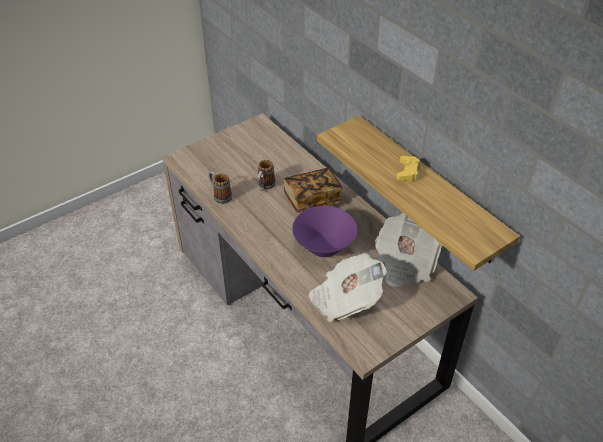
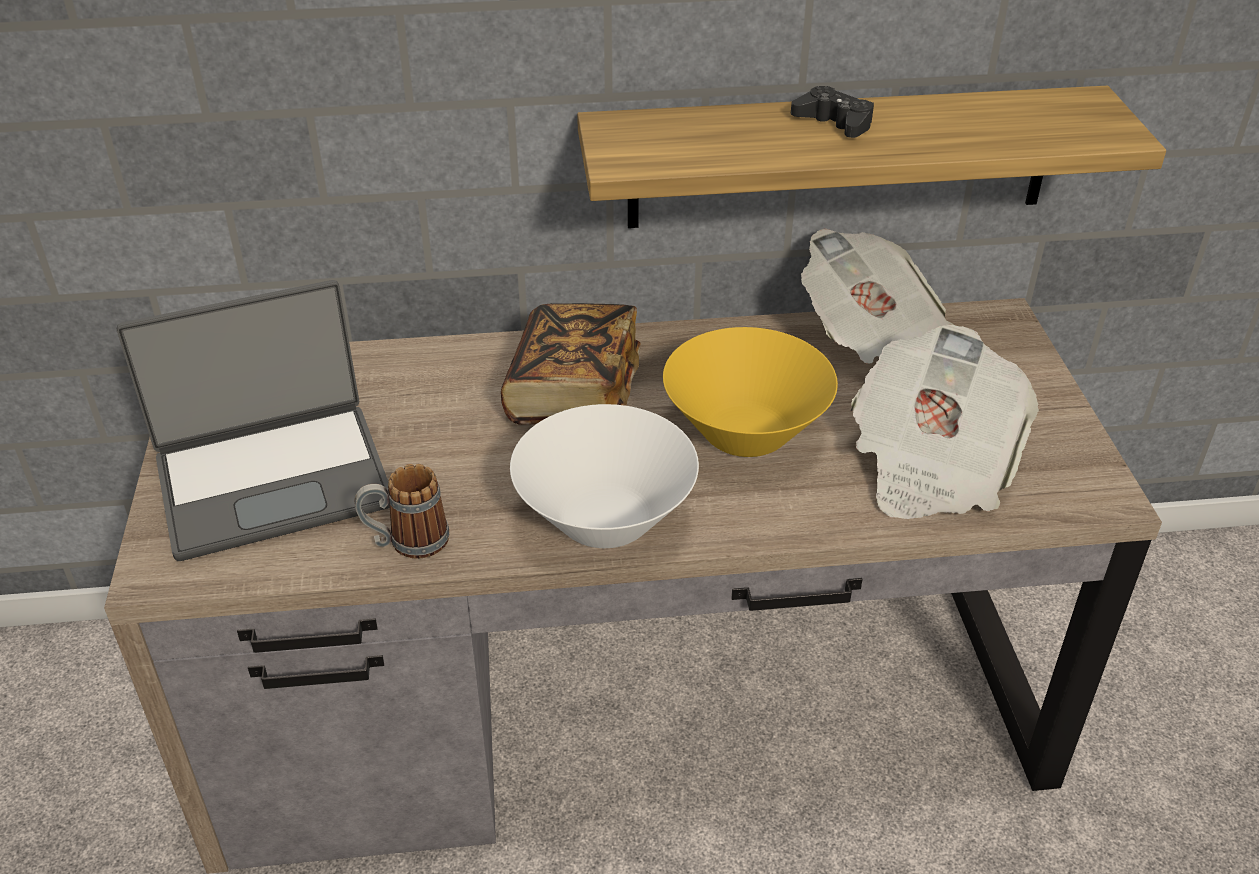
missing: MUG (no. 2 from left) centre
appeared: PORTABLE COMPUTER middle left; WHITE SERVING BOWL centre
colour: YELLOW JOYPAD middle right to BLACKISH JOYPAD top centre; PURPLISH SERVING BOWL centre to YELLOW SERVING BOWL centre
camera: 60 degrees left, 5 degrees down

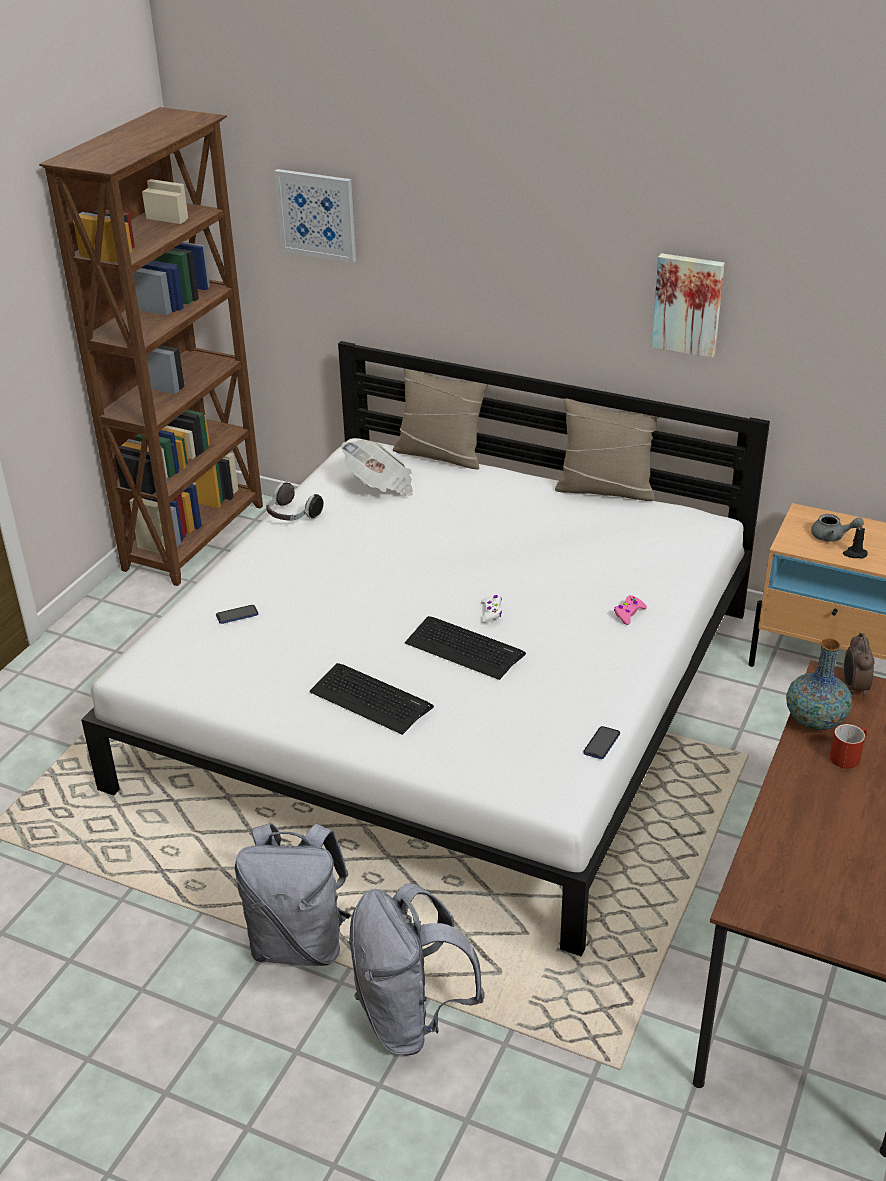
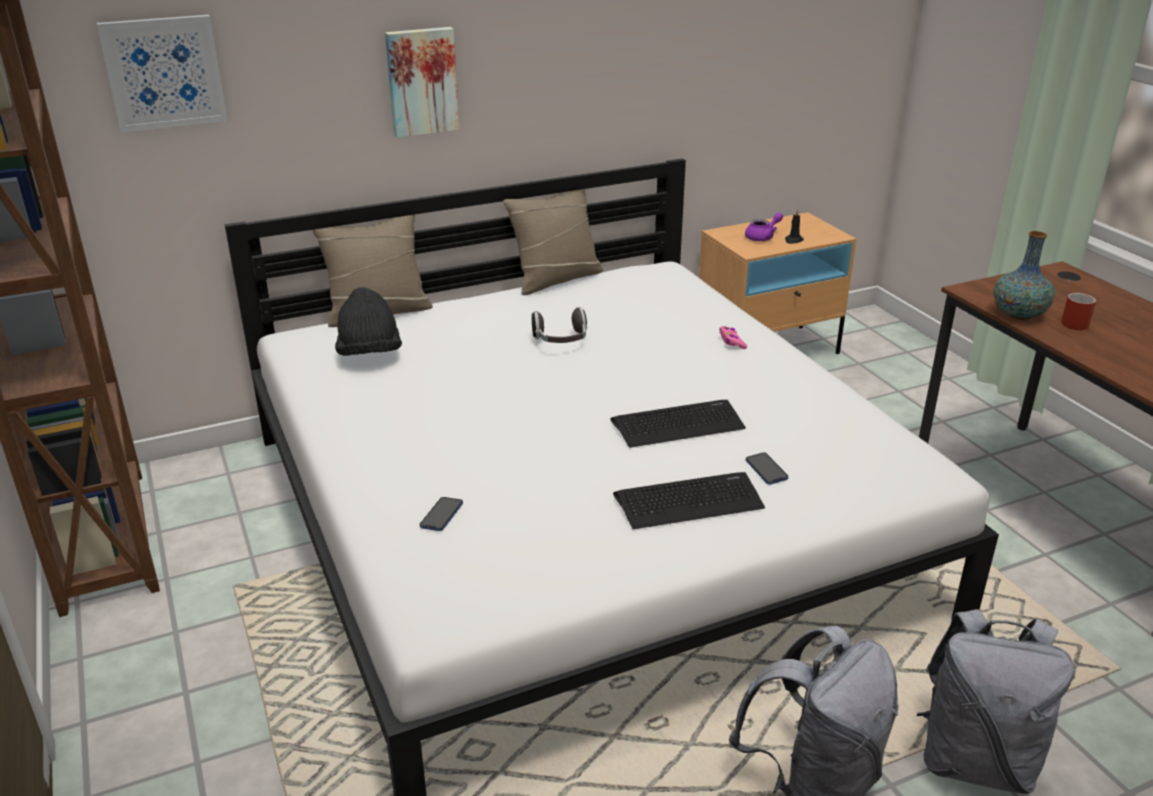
missing: WHITE JOYPAD centre; BEDSIDE CLOCK middle right
relocated: PICTURE (no. 2 from left) top right to top centre; HEADSET middle left to centre; PHONE (no. 2 from left) middle right to centre
exchanged: NEWSPAPER centre to BLACKISH WEARABLE HAT middle left
colour: GREYISH TEA POT middle right to PURPLISH TEA POT top centre
camera: 50 degrees left, 5 degrees down

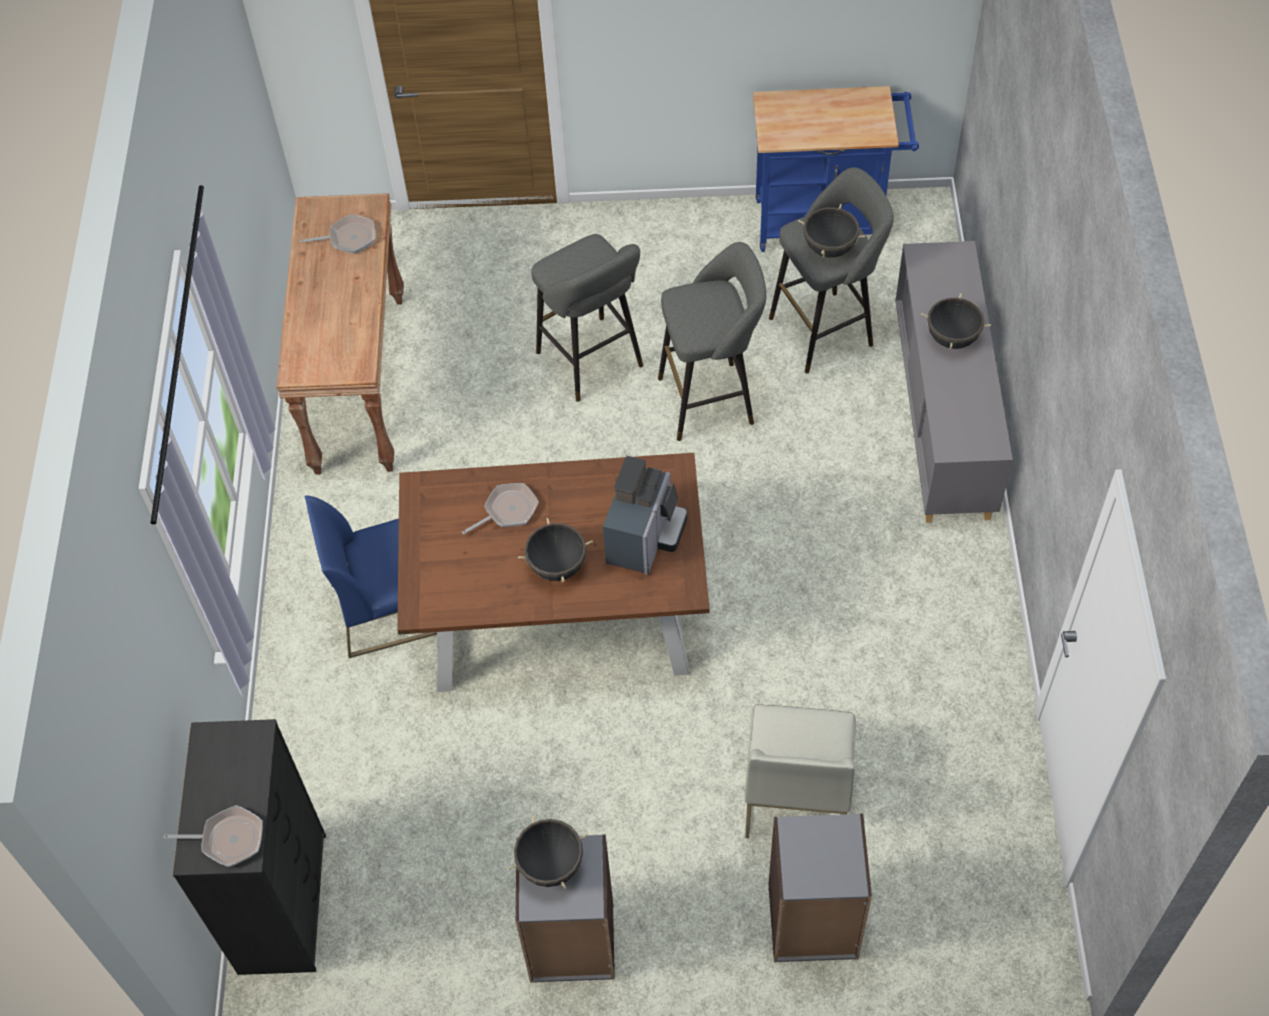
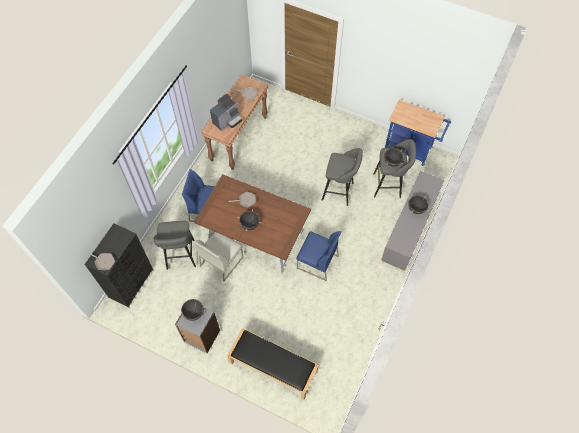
appeared: BLUE CHAIR (no. 2 from left) centre
relocated: GREYISH SITTING STOOL (no. 1 from left) top centre to middle left; COFFEE MAKER centre to top centre; WHITE CHAIR bottom centre to centre
exchanged: GREYISH SHELVING UNIT (no. 2 from left) bottom centre to BLACKISH LONG SEAT bottom centre
camera: 25 degrees right, 5 degrees up

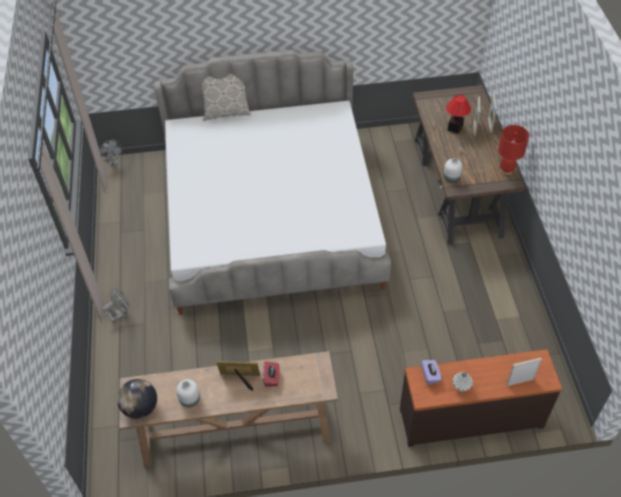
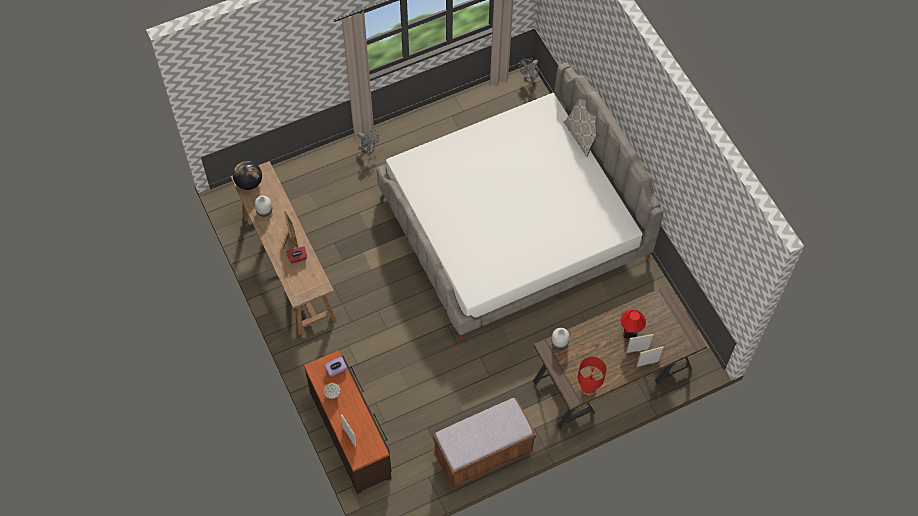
appeared: BROWN LONG SEAT bottom centre
camera: 70 degrees right, 10 degrees up

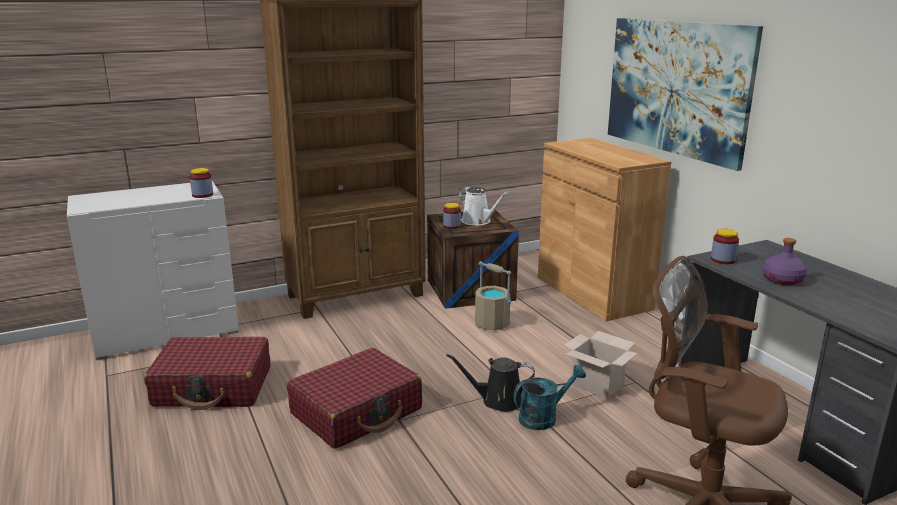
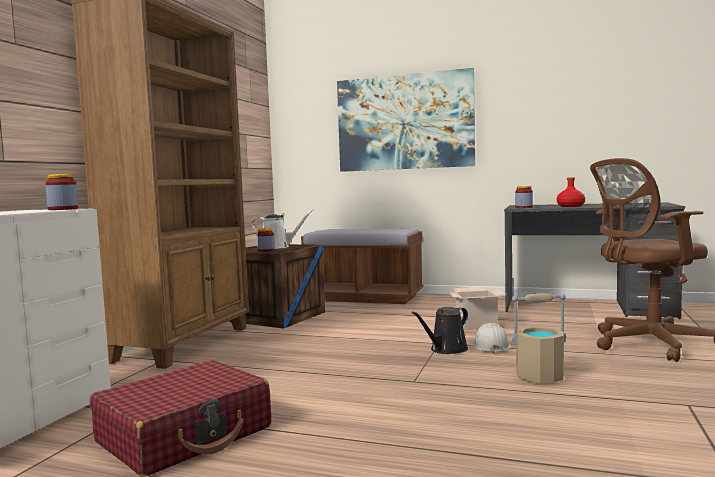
missing: RED-COLOURED PIECE OF LUGGAGE (no. 2 from left) bottom centre
relocated: SAND-COLOURED BUCKET centre to bottom right
exchanged: BROWN CUPBOARD middle right to BROWN LONG SEAT centre; TURQUOISE SPRINKLING CAN bottom centre to WHITE WORK HELMET bottom right
colour: PURPLISH BOTTLE middle right to RED-COLOURED BOTTLE middle right
camera: 45 degrees left, 15 degrees down

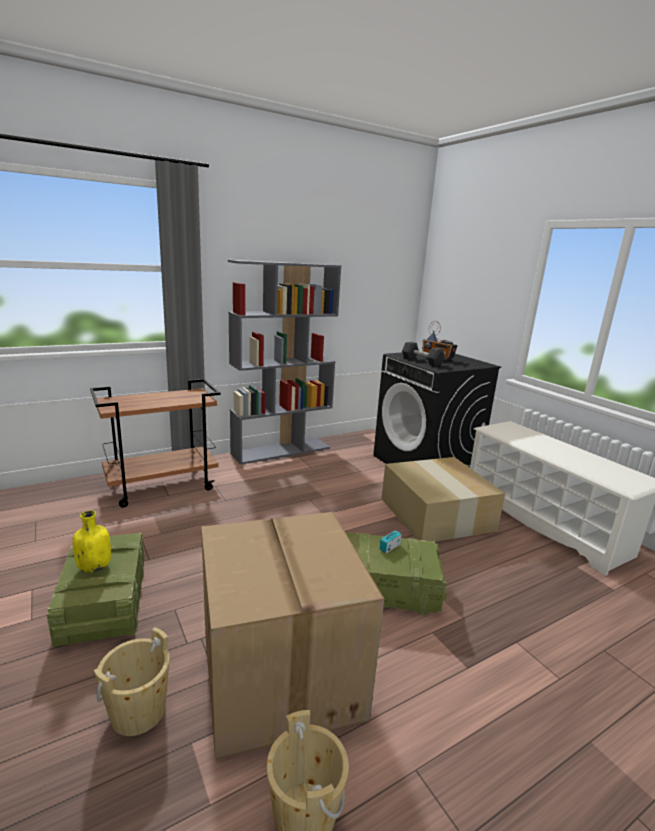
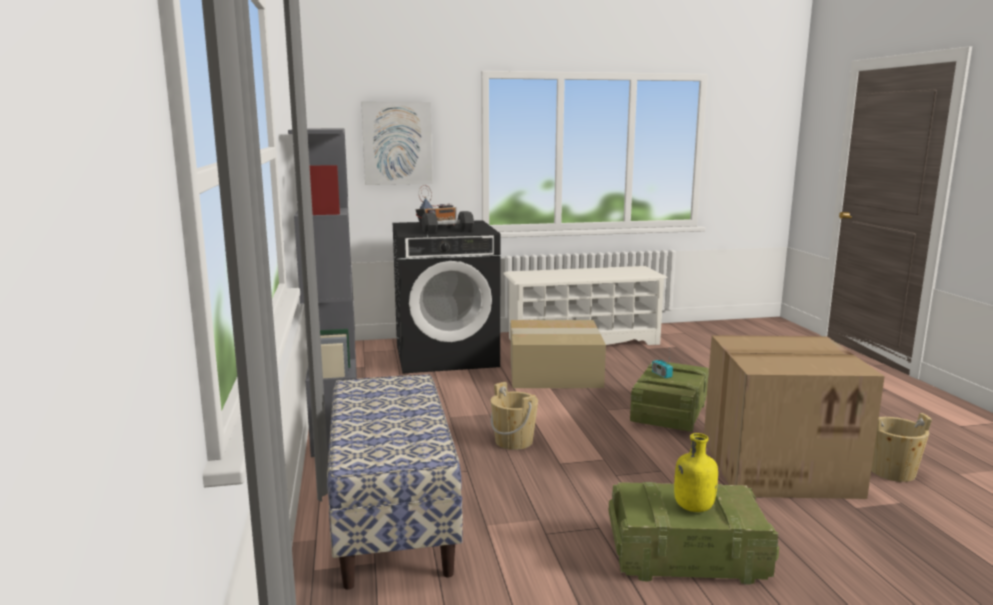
appeared: PICTURE top centre
relocated: SAND-COLOURED BUCKET (no. 1 from left) bottom left to bottom centre
exchanged: BROWN TROLLEY middle left to LONG SEAT bottom centre
camera: 70 degrees left, 5 degrees down

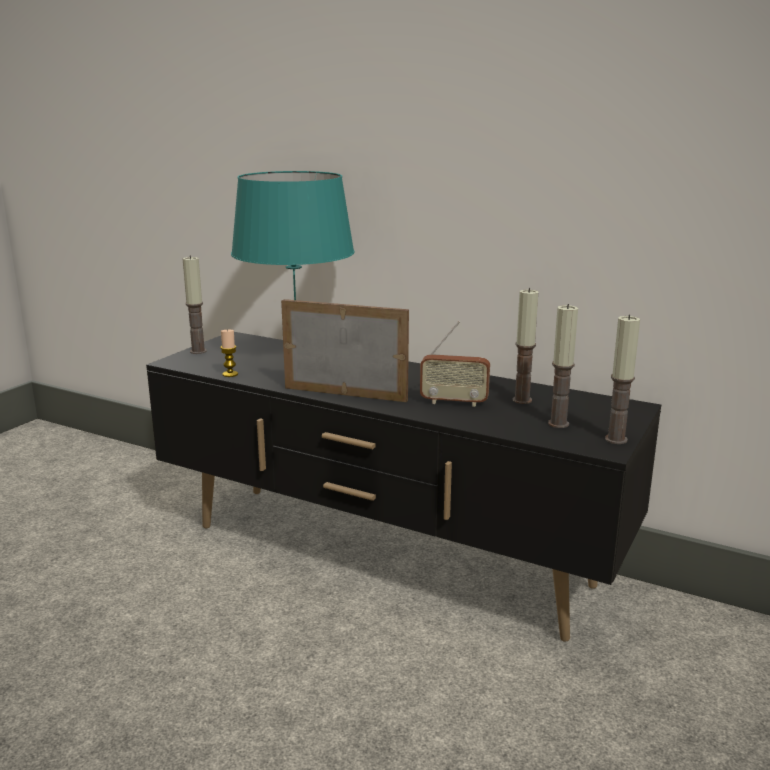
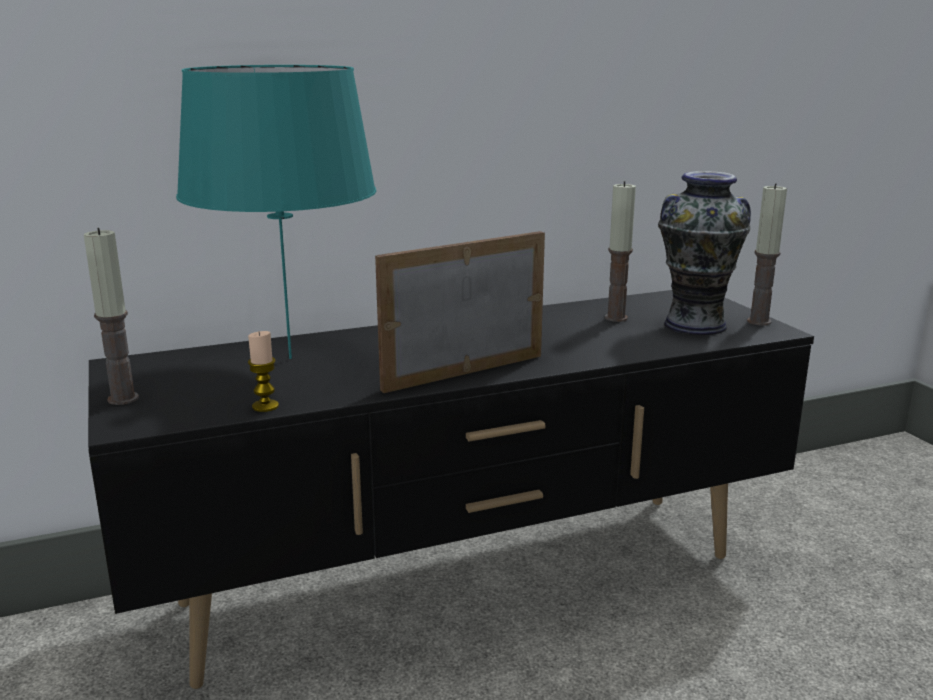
missing: RADIO centre
exchanged: CANDLE (no. 4 from left) middle right to VASE middle right
camera: 50 degrees left, 0 degrees up

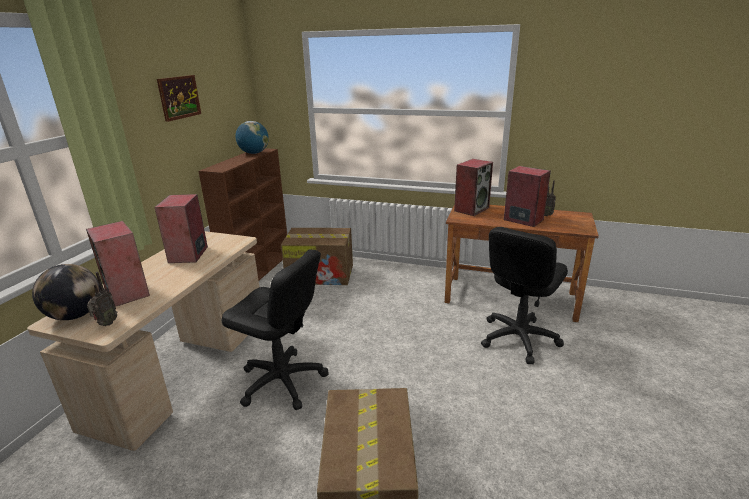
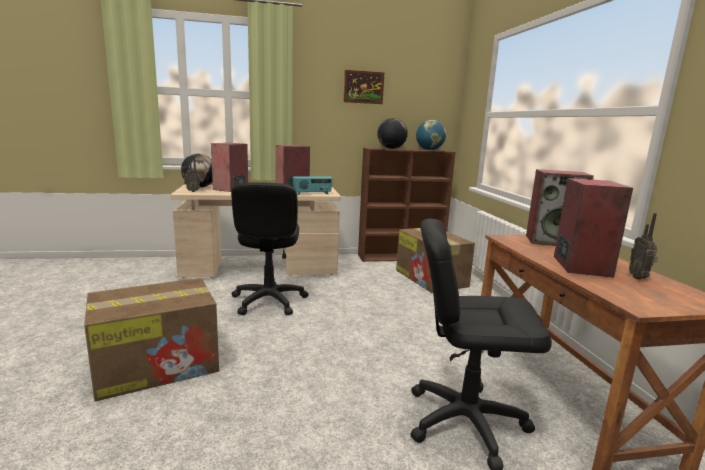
appeared: WORLD GLOBE (no. 2 from left) top centre; RADIO (no. 2 from left) centre
camera: 60 degrees right, 10 degrees down

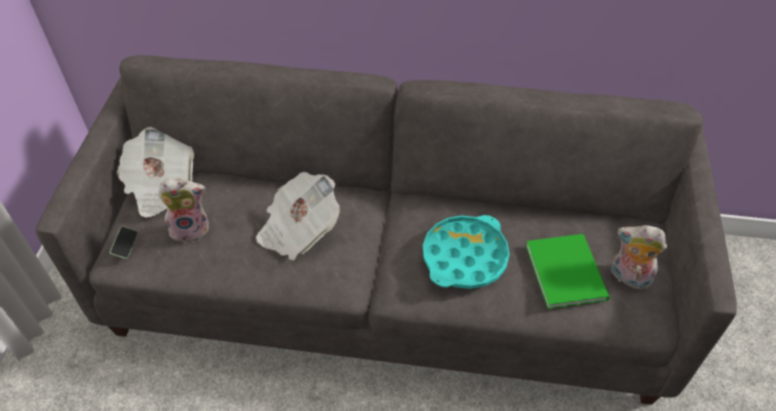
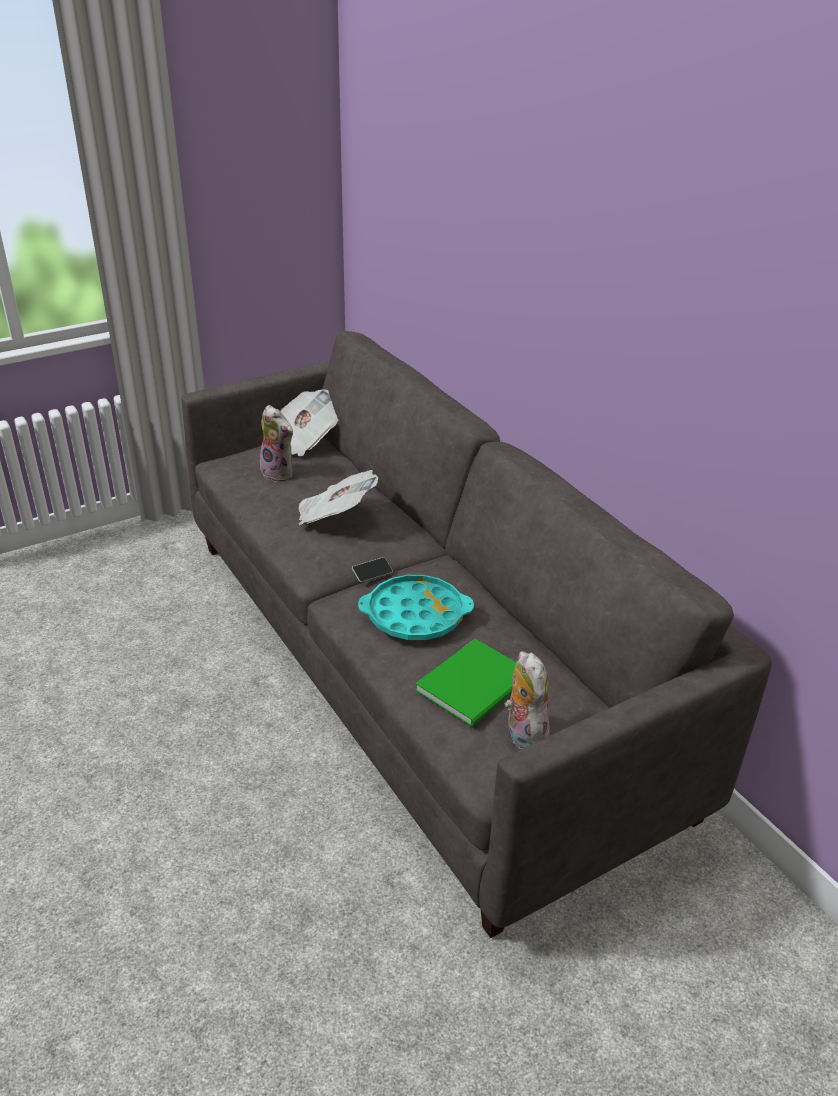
relocated: PHONE middle left to centre
camera: 50 degrees right, 15 degrees down

